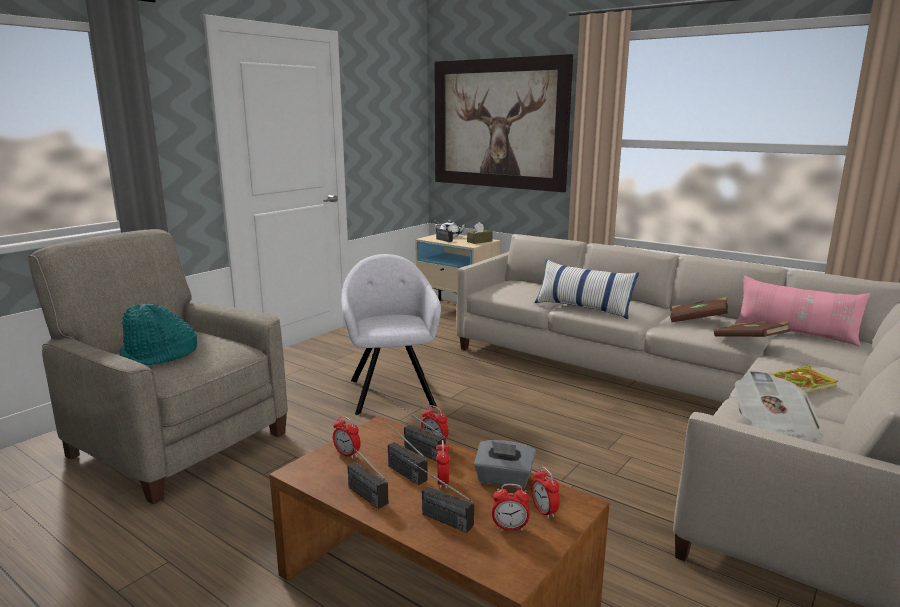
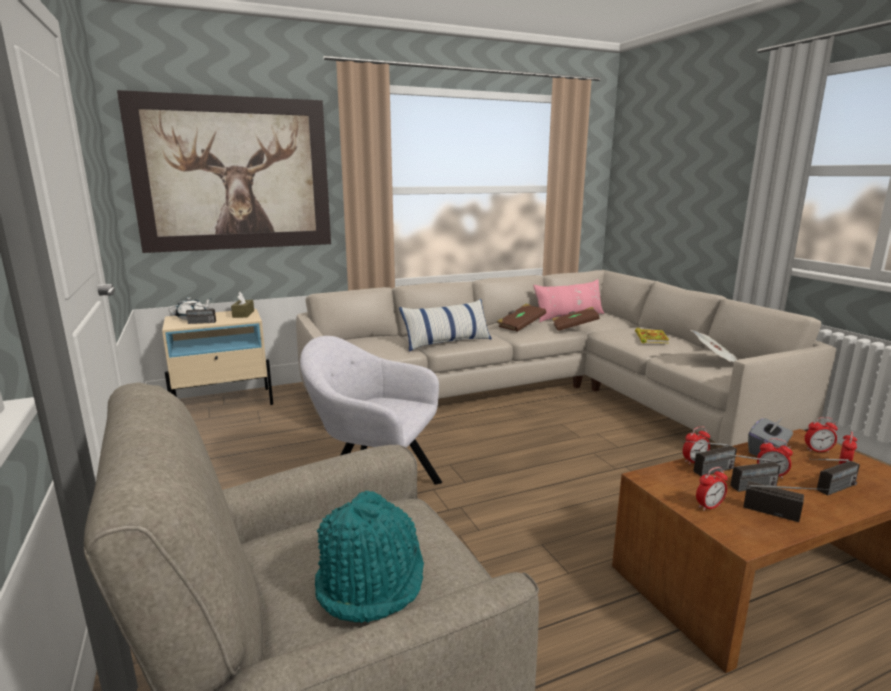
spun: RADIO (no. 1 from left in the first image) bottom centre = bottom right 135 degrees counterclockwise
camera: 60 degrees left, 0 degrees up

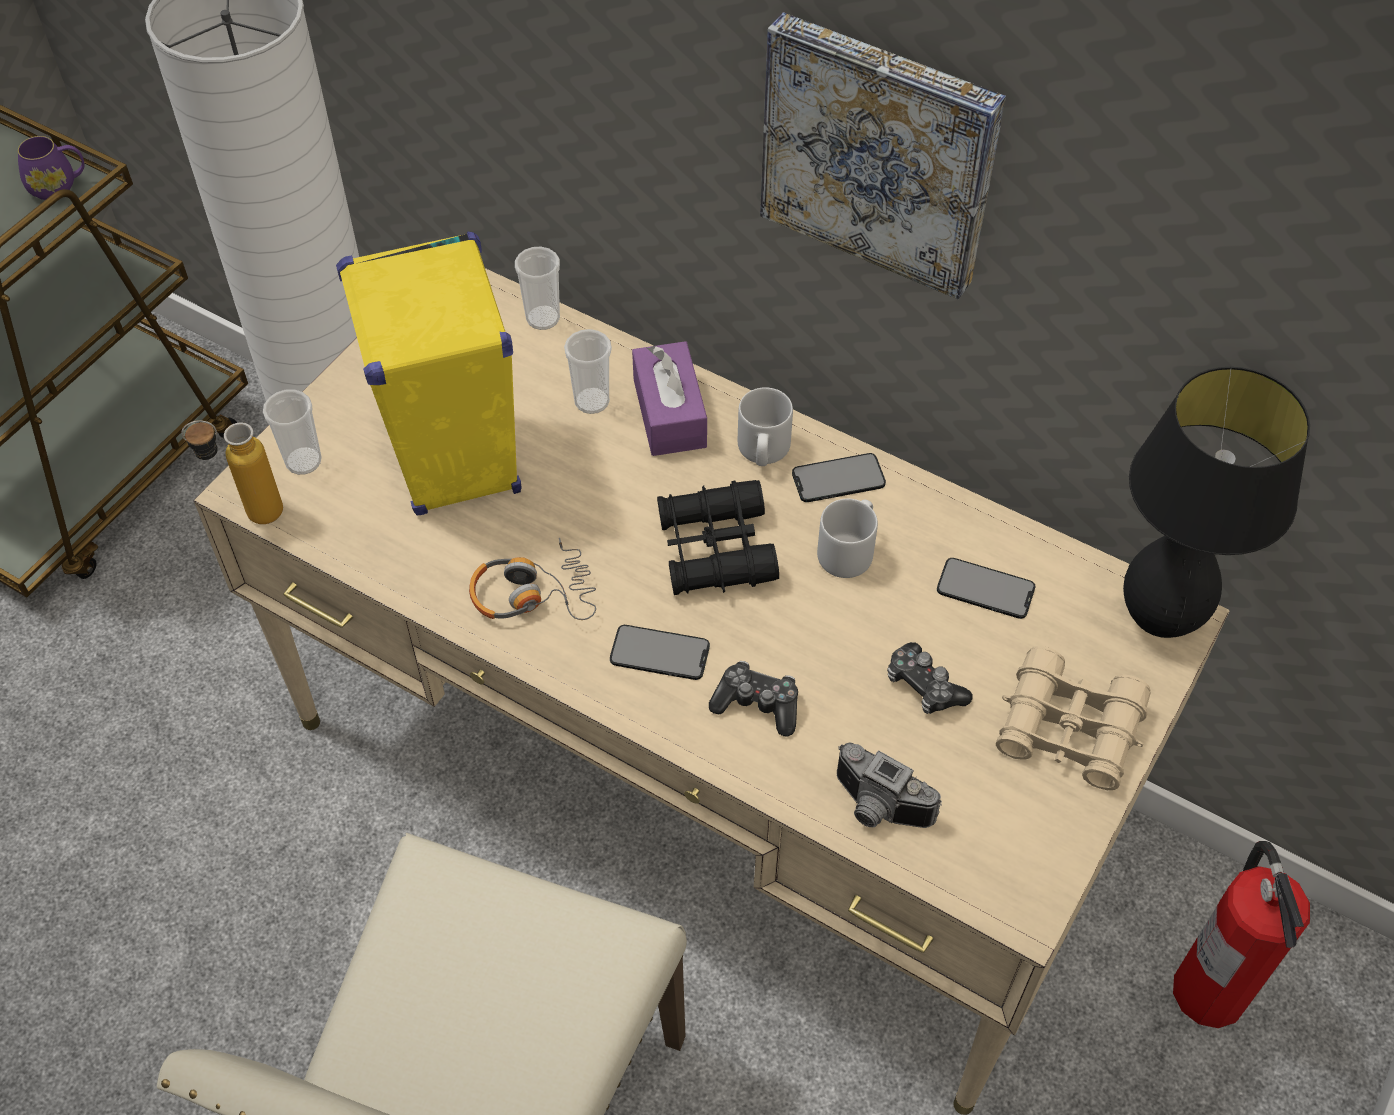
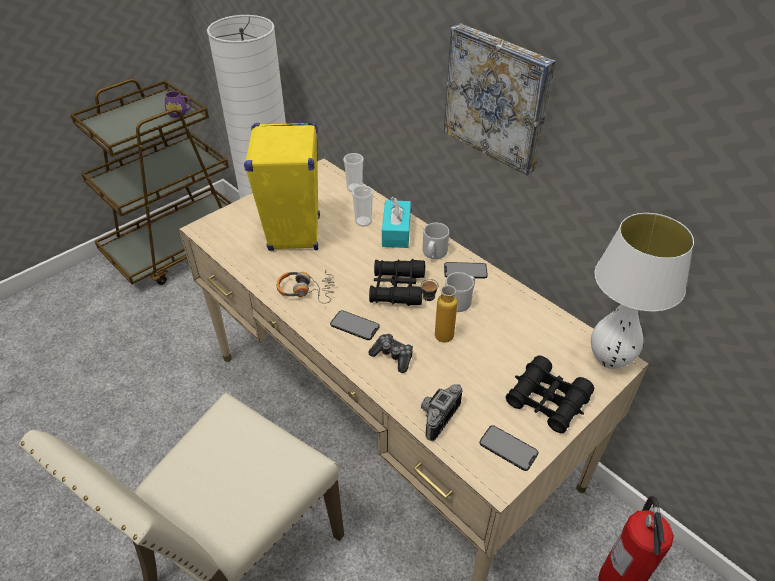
missing: CUP (no. 1 from left) middle left; JOYPAD (no. 2 from left) middle right
relocated: BOTTLE middle left to centre; PHONE (no. 3 from left) middle right to bottom centre
colour: PURPLISH TISSUE HOLDER centre to TURQUOISE TISSUE HOLDER centre; BLACKISH LAMP FOR A TABLE middle right to WHITE LAMP FOR A TABLE middle right; SAND-COLOURED BINOCULARS middle right to BLACKISH BINOCULARS (no. 2 from left) bottom right
spun: PHOTO CAMERA bottom centre = bottom centre 75 degrees clockwise
camera: 15 degrees right, 10 degrees down

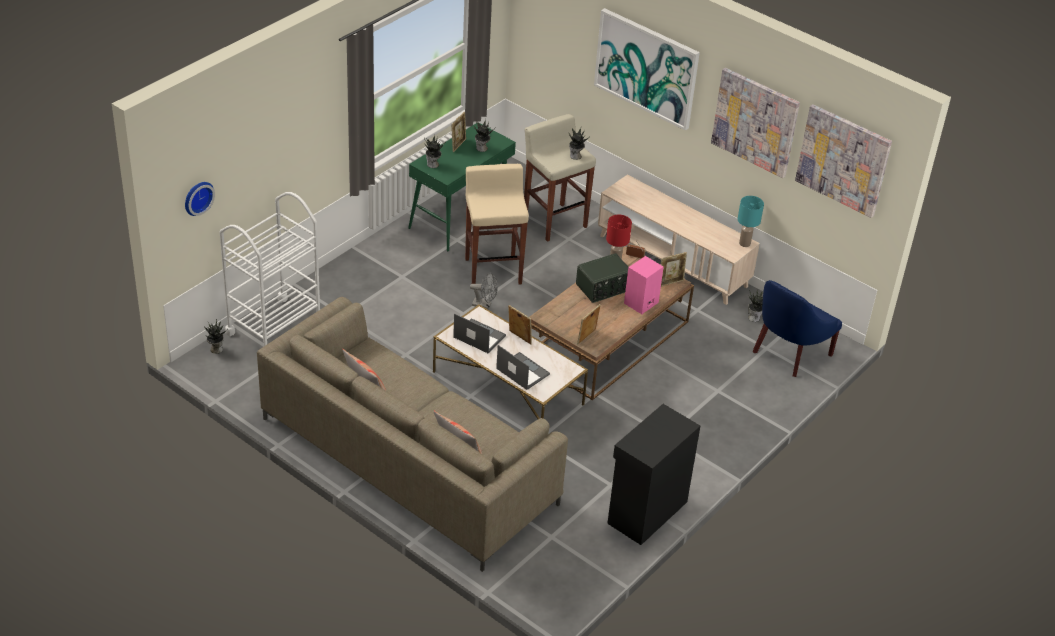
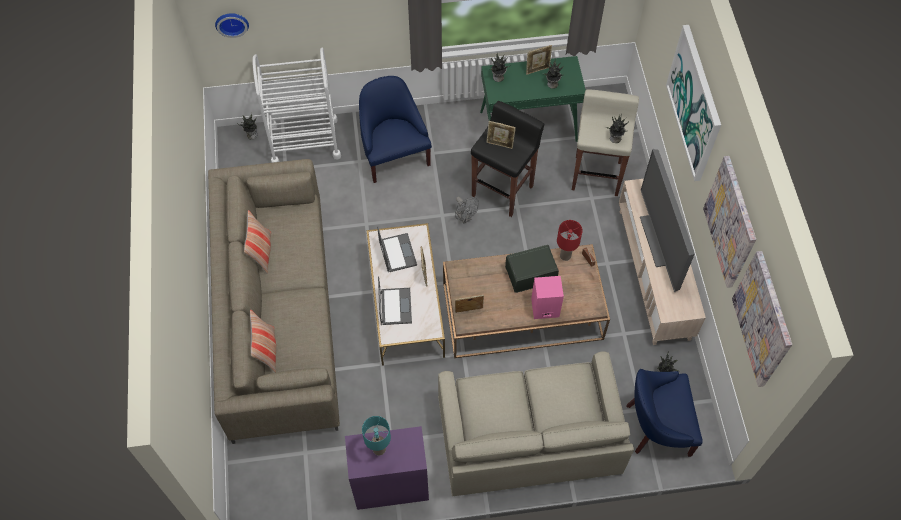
appeared: BLUE EASY CHAIR (no. 1 from left) top centre; TELEVISION middle right; SAND-COLOURED SETTEE (no. 2 from left) bottom centre
relocated: TURQUOISE LAMP FOR A TABLE middle right to bottom centre; PICTURE FRAME (no. 4 from left in the first image) centre to PICTURE FRAME (no. 3 from left) top centre
colour: SAND-COLOURED SITTING STOOL (no. 1 from left) centre to BLACKISH SITTING STOOL top centre; BLACKISH CUPBOARD bottom centre to PURPLISH CUPBOARD bottom centre
spun: RADIO (no. 1 from left) centre = centre 150 degrees clockwise
camera: 45 degrees right, 20 degrees up

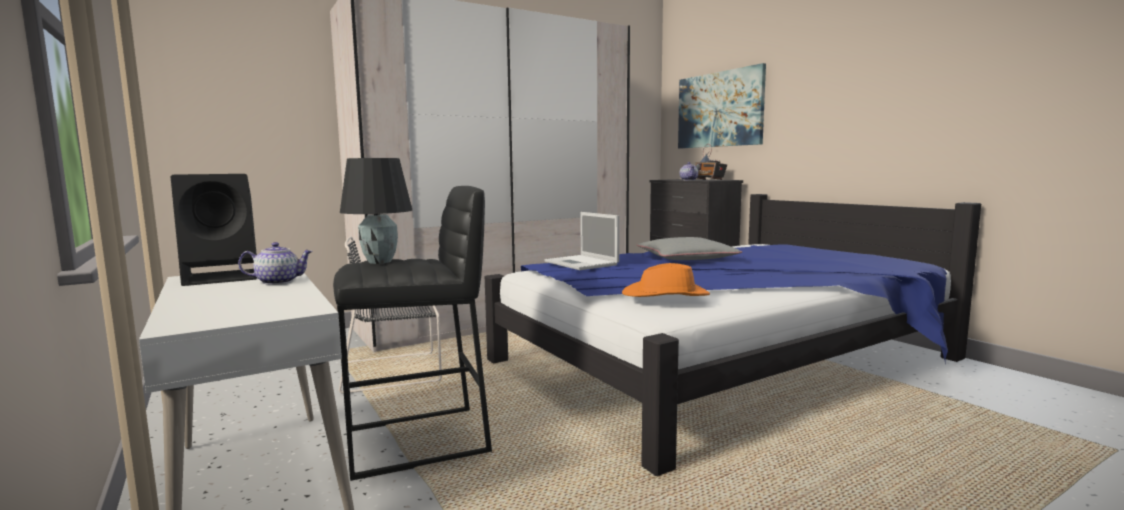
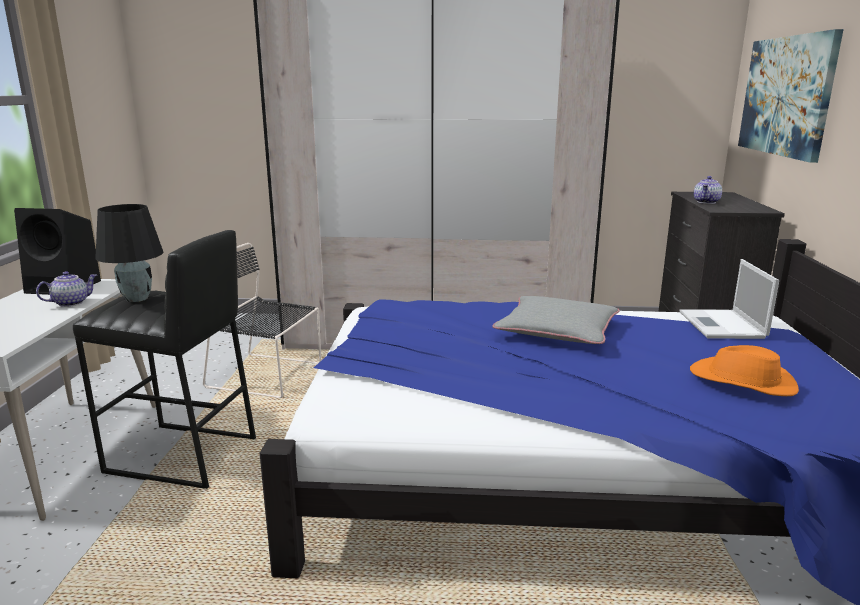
missing: RADIO top centre
relocated: PORTABLE COMPUTER centre to middle right; ORANGE WEARABLE HAT centre to middle right
spun: TEA POT (no. 1 from left) middle left = middle left 60 degrees counterclockwise
camera: 35 degrees right, 10 degrees up

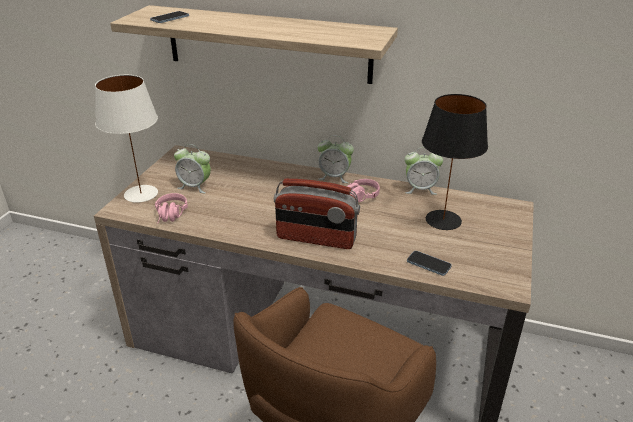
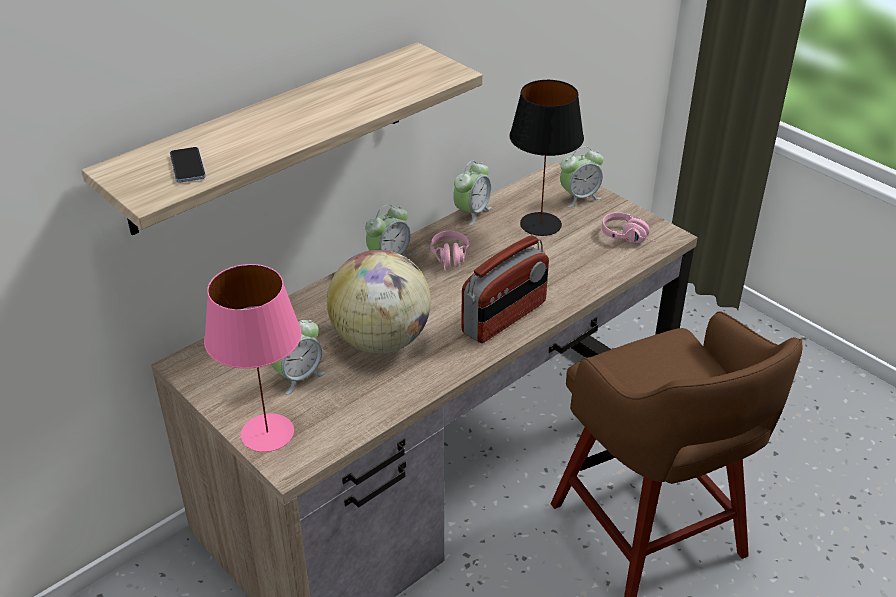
missing: PHONE (no. 2 from left) middle right
appeared: BEDSIDE CLOCK (no. 4 from left) top centre; WORLD GLOBE centre
relocated: PINK HEADSET (no. 1 from left in the first image) middle left to PINK HEADSET (no. 2 from left) middle right
colour: WHITE LAMP FOR A TABLE top left to PINK LAMP FOR A TABLE middle left
camera: 60 degrees left, 5 degrees up

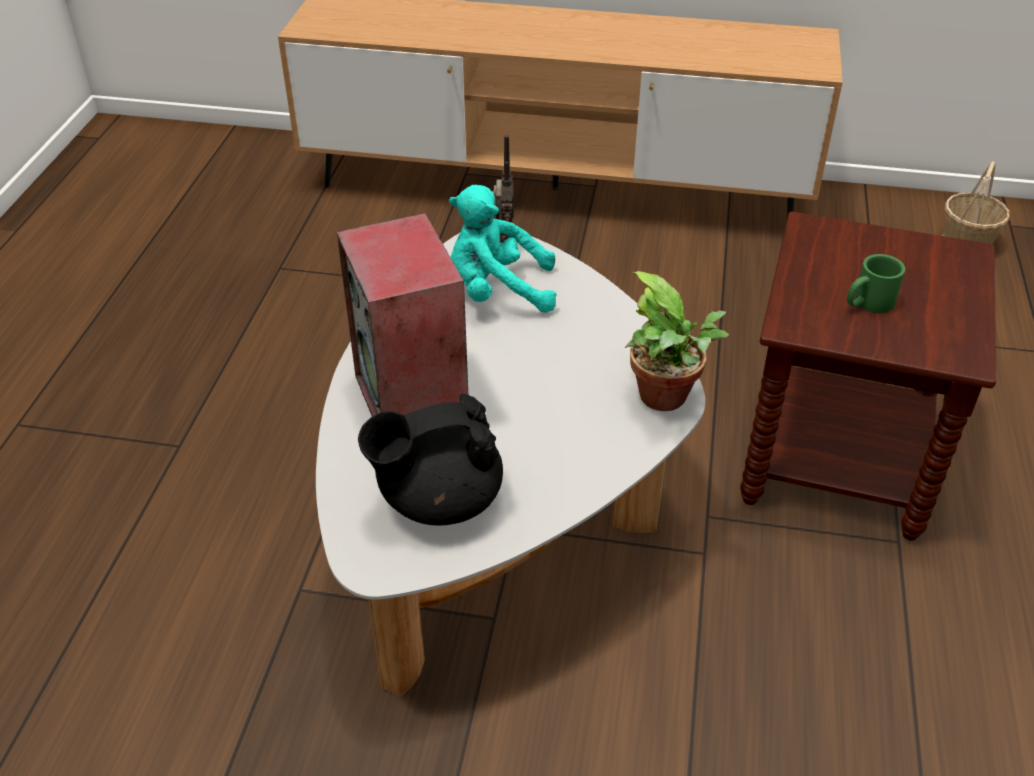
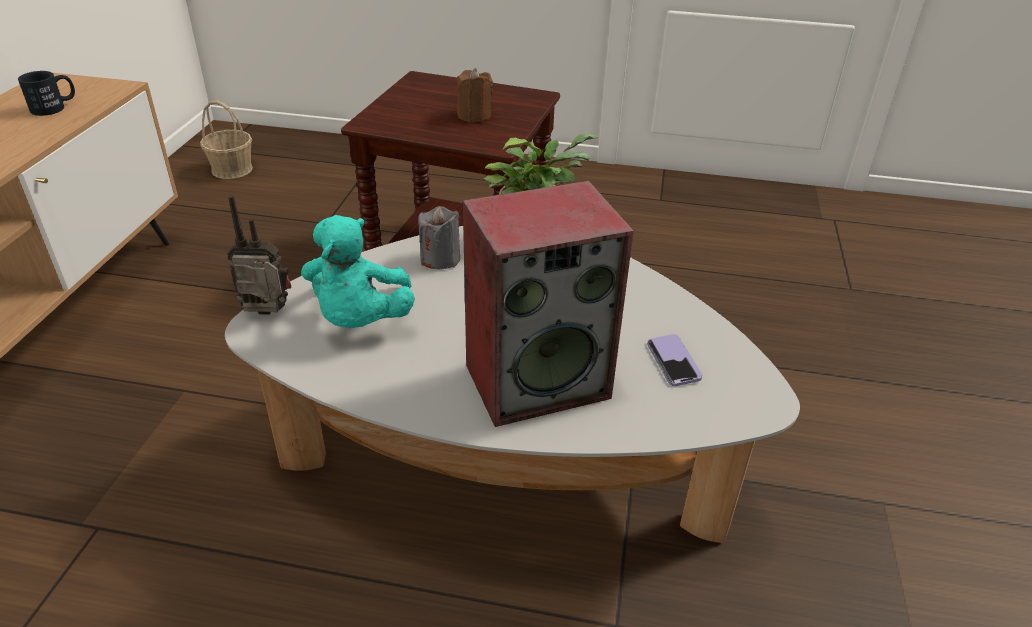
appeared: BLACKISH MUG top left; GREYISH CANDLE centre
exchanged: GREEN MUG middle right to BROWN CANDLE top centre; BLACKISH TEA POT centre to PHONE centre
camera: 90 degrees left, 5 degrees down

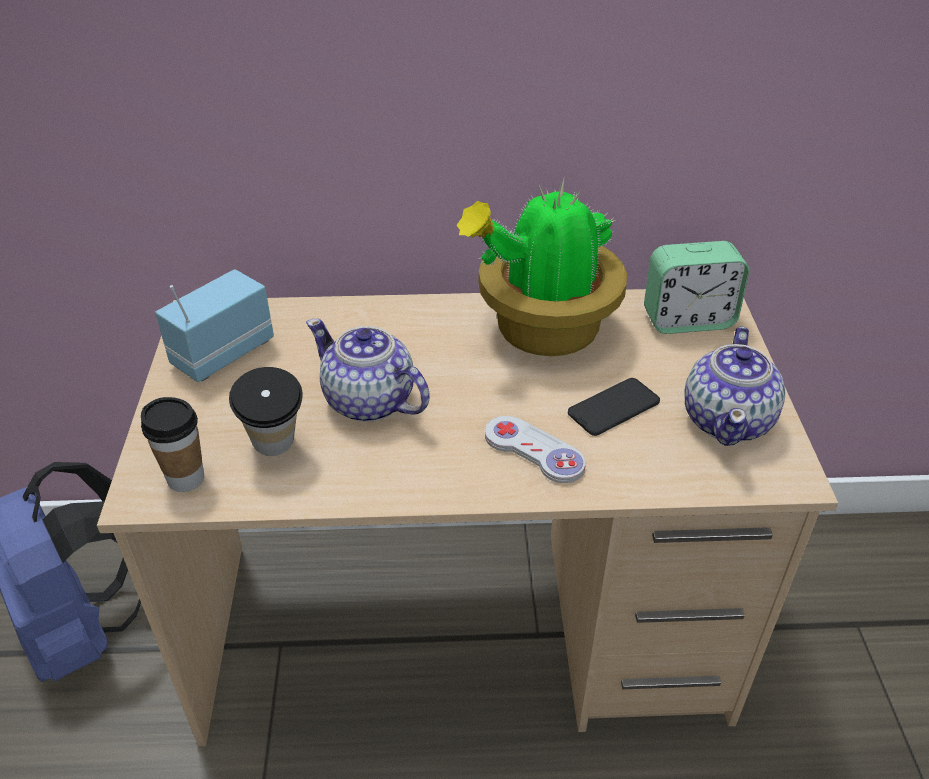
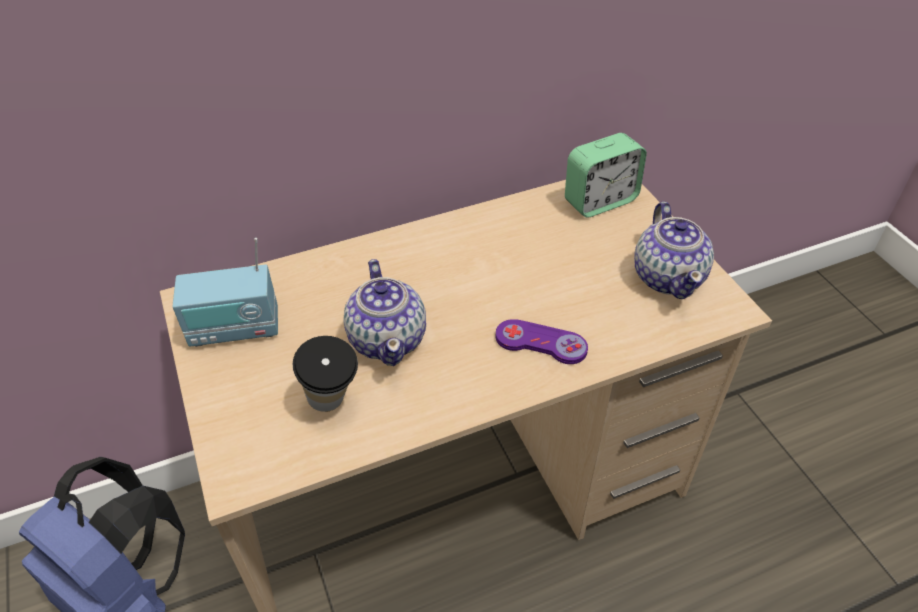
missing: PLANT IN A POT centre; PHONE centre; CUP (no. 1 from left) middle left
colour: WHITE JOYPAD centre to PURPLISH JOYPAD centre
spun: RADIO middle left = middle left 120 degrees counterclockwise; TEA POT (no. 1 from left) centre = centre 120 degrees counterclockwise
camera: 20 degrees left, 5 degrees up

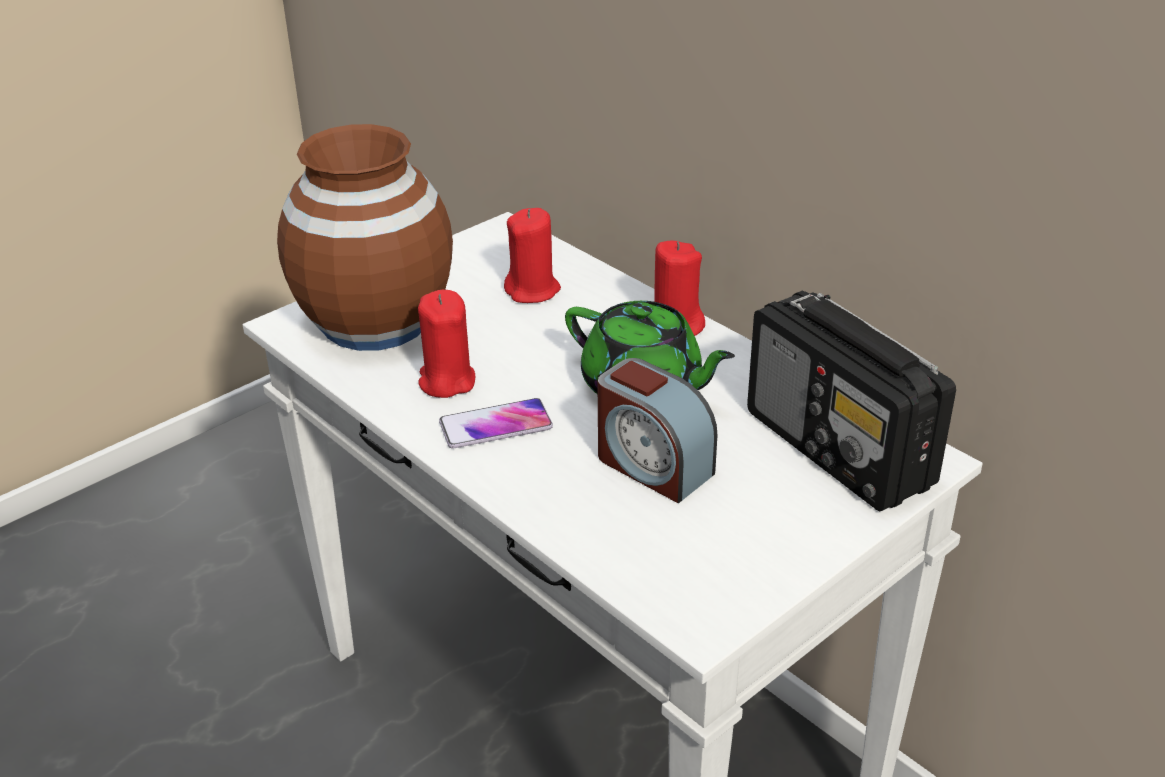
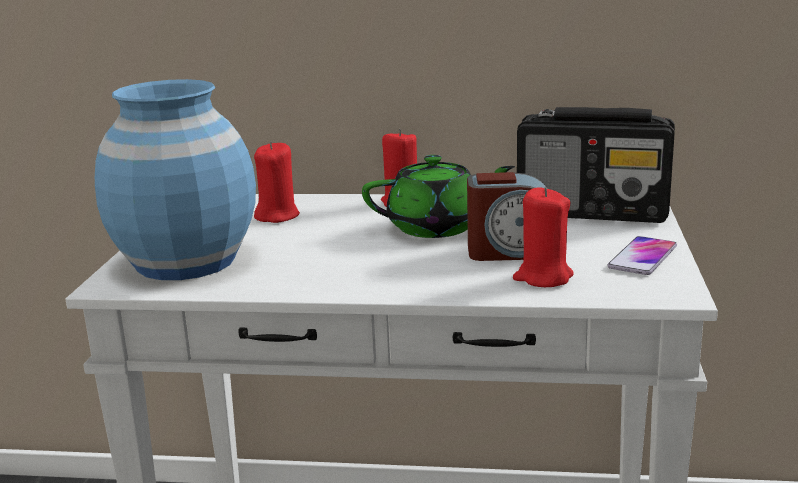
relocated: RED-COLOURED CANDLE (no. 1 from left in the first image) centre to RED-COLOURED CANDLE (no. 3 from left) middle right; PHONE centre to middle right
colour: BROWN VASE top left to BLUE VASE middle left
camera: 40 degrees left, 15 degrees down

